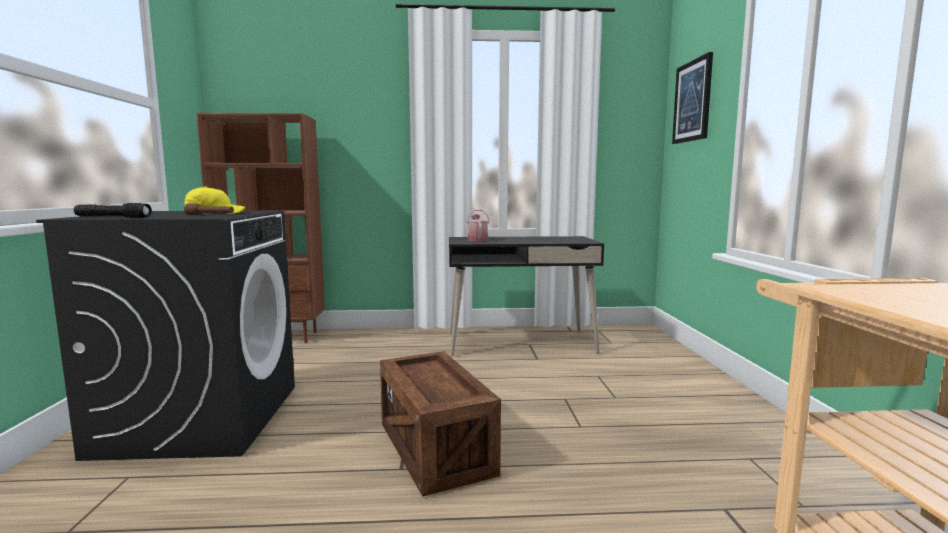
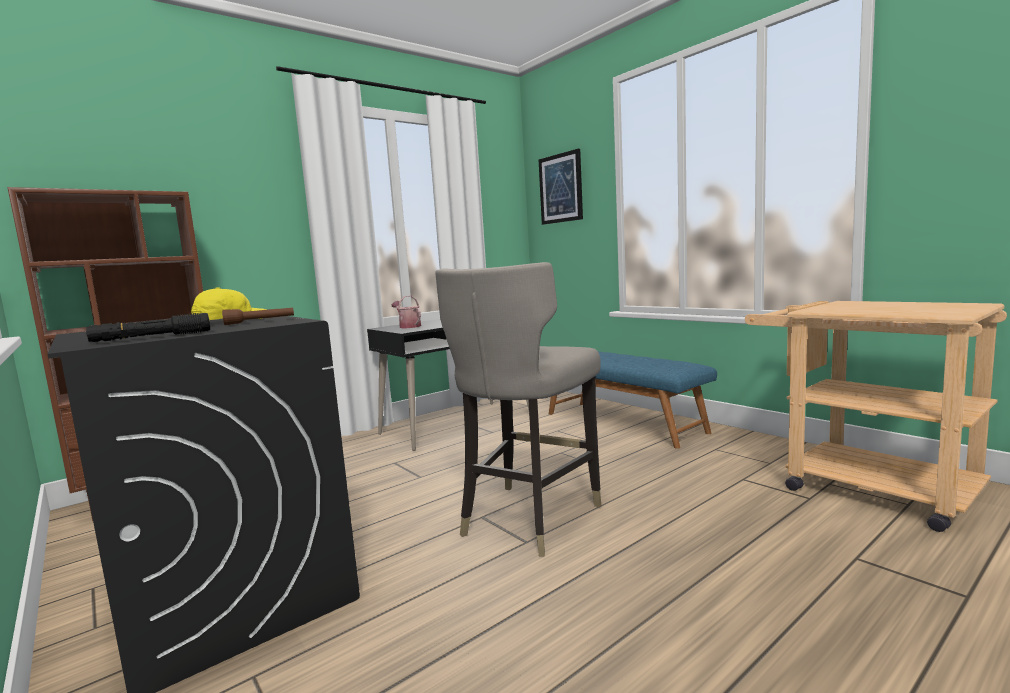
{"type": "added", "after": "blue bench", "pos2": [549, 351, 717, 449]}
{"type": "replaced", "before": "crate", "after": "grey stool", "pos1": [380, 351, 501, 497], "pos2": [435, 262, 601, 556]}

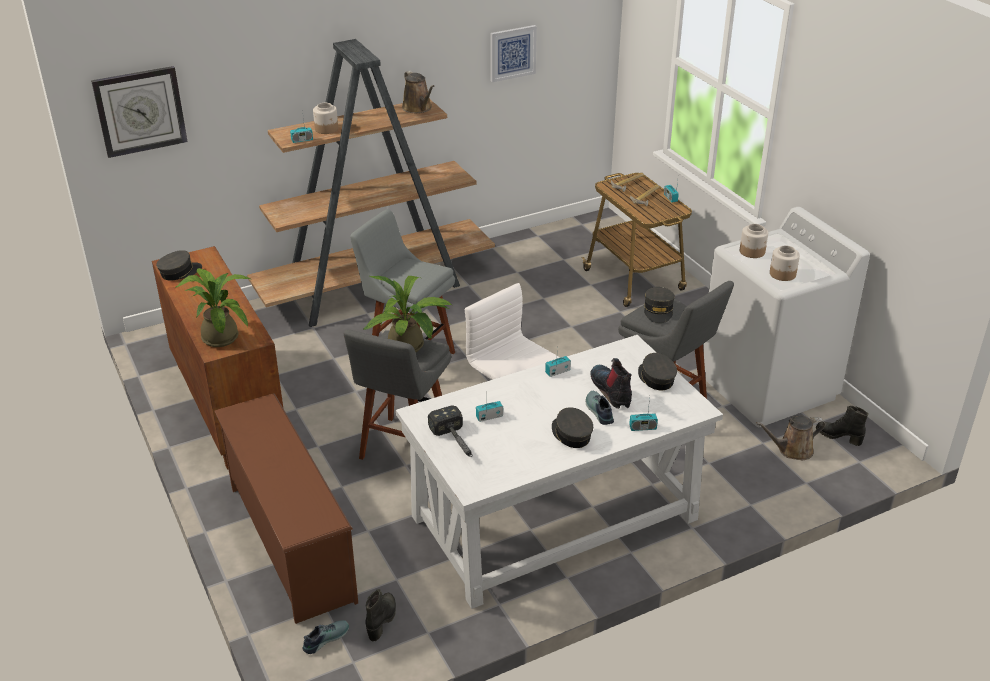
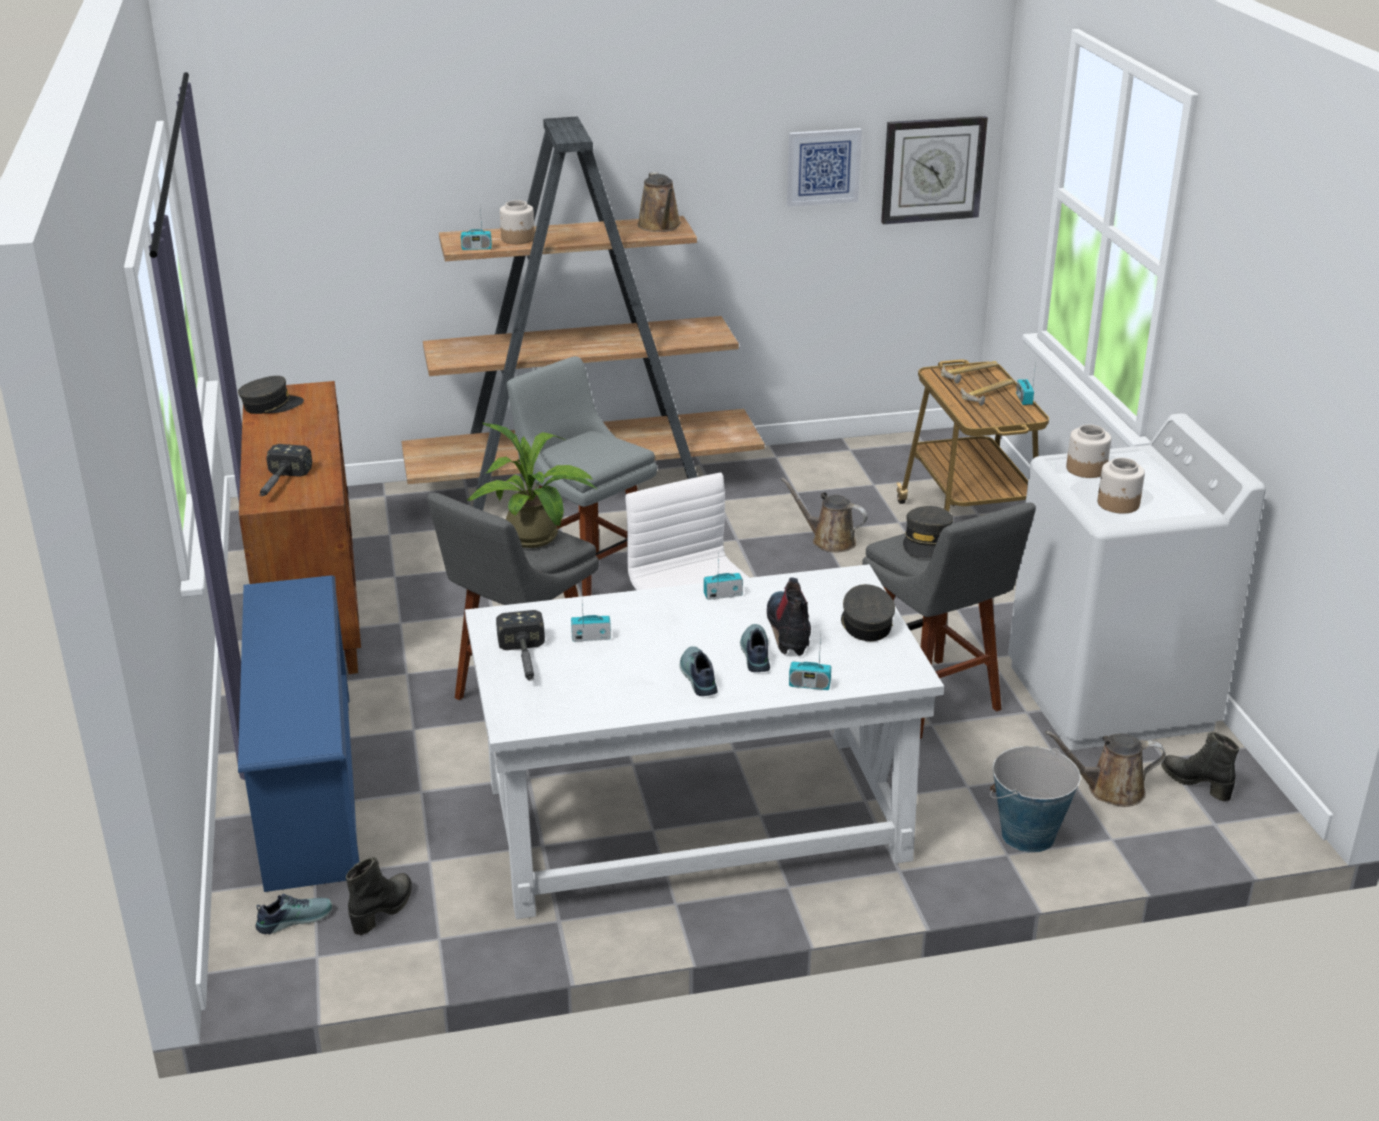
{"type": "added", "after": "brown watering can", "pos2": [781, 477, 868, 552]}
{"type": "added", "after": "bucket", "pos2": [990, 746, 1081, 853]}
{"type": "moved", "before": "wall clock", "pos1": [91, 66, 188, 158], "pos2": [881, 116, 988, 224]}
{"type": "replaced", "before": "potted plant", "after": "hammer", "pos1": [176, 268, 251, 347], "pos2": [259, 444, 312, 496]}
{"type": "replaced", "before": "grey cap", "after": "shoe", "pos1": [552, 407, 593, 448], "pos2": [679, 646, 718, 696]}
{"type": "recoloured", "before": "brown shoe rack", "after": "blue shoe rack", "pos1": [214, 393, 358, 624], "pos2": [238, 575, 360, 892]}

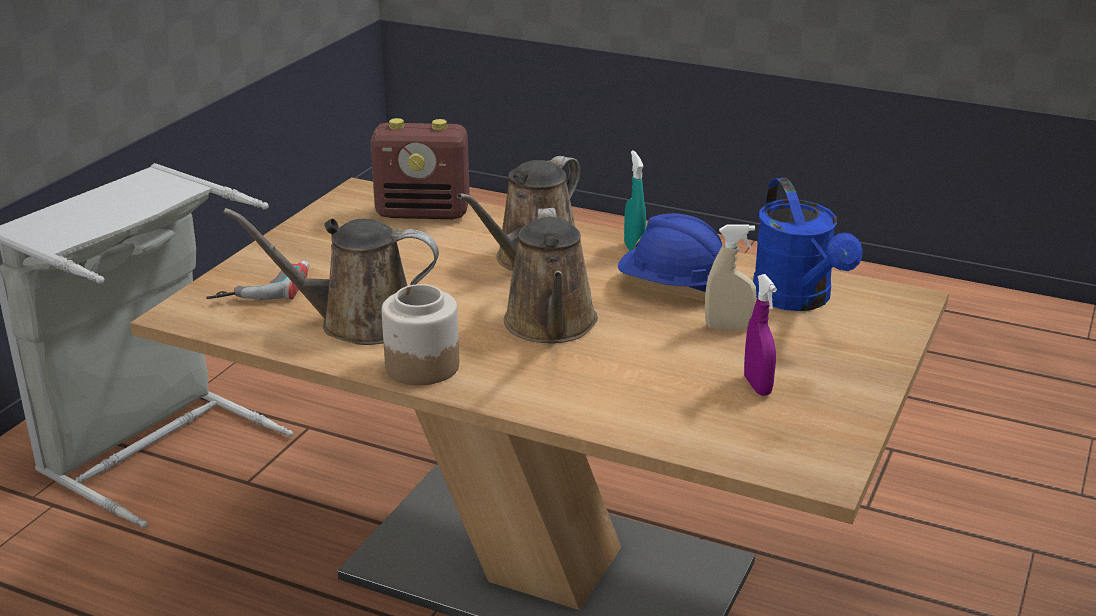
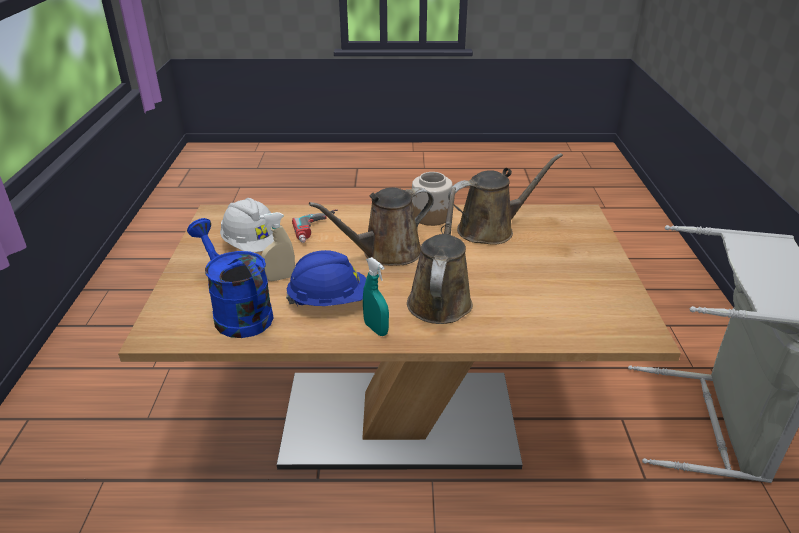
{"type": "removed", "before": "radio", "pos1": [370, 118, 470, 219]}
{"type": "moved", "before": "power drill", "pos1": [206, 260, 310, 300], "pos2": [292, 209, 338, 243]}
{"type": "replaced", "before": "purple spray bottle", "after": "white hard hat", "pos1": [744, 274, 777, 396], "pos2": [220, 198, 274, 252]}
{"type": "turned", "before": "brown watering can", "pos1": [504, 208, 598, 343], "pos2": [309, 187, 434, 265], "turn": -90}

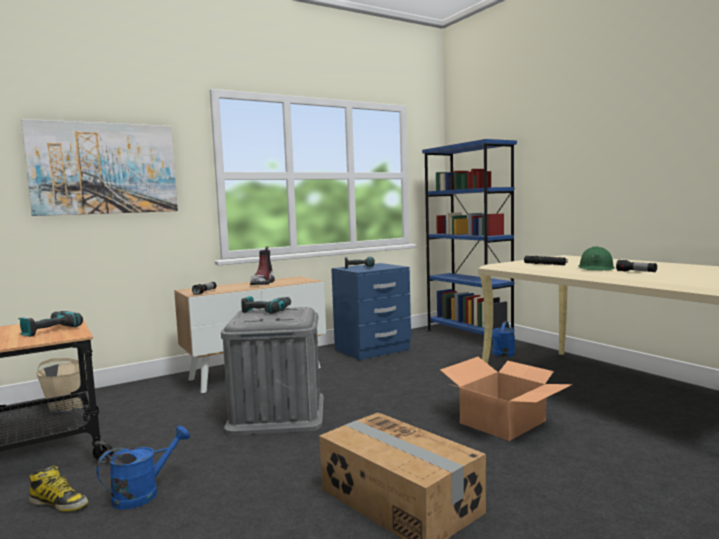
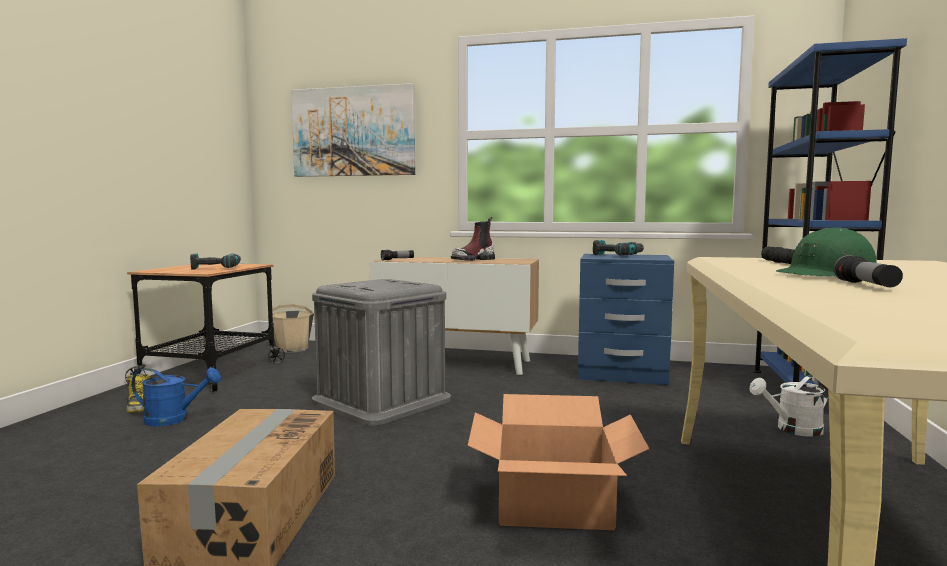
{"type": "removed", "before": "power drill", "pos1": [241, 296, 291, 314]}
{"type": "recoloured", "before": "blue watering can", "after": "white watering can", "pos1": [492, 321, 515, 357], "pos2": [750, 374, 828, 437]}

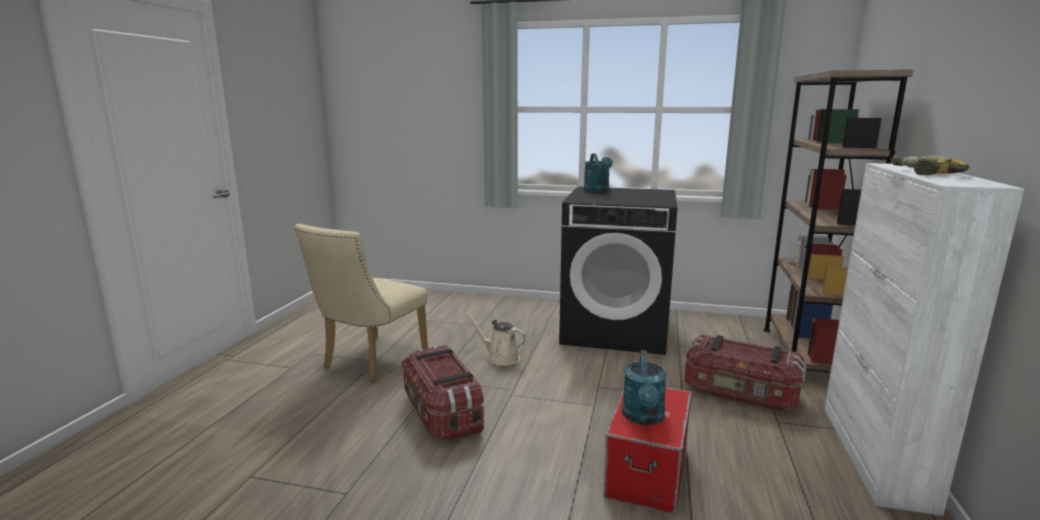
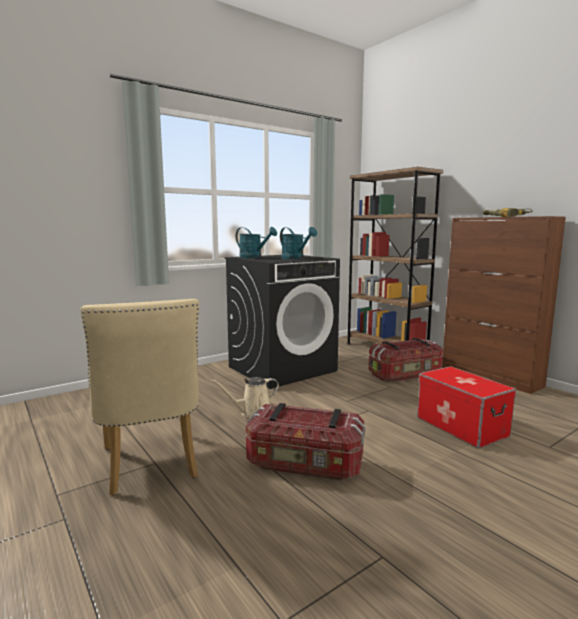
{"type": "moved", "before": "turquoise watering can", "pos1": [622, 350, 667, 425], "pos2": [280, 227, 317, 259]}
{"type": "recoloured", "before": "white cabinet", "after": "brown cabinet", "pos1": [825, 163, 1024, 516], "pos2": [442, 216, 566, 394]}

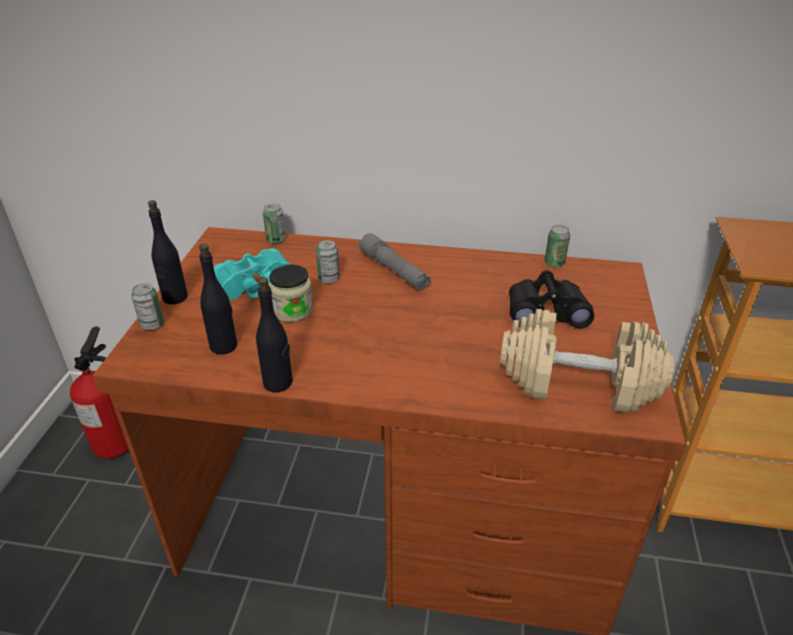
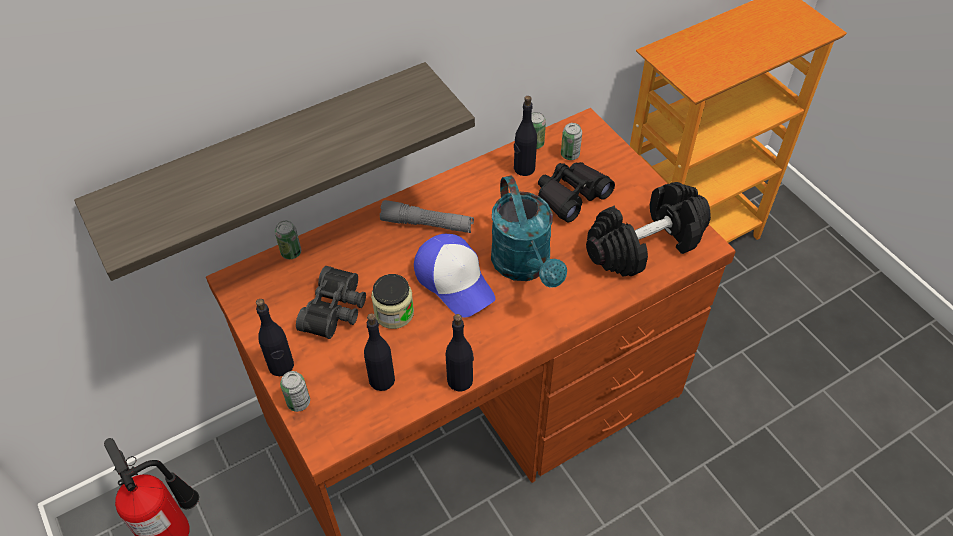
{"type": "added", "after": "shelf", "pos2": [74, 62, 475, 281]}
{"type": "added", "after": "cap", "pos2": [414, 234, 496, 317]}
{"type": "added", "after": "turquoise watering can", "pos2": [491, 175, 567, 288]}
{"type": "added", "after": "black bottle", "pos2": [514, 96, 537, 176]}
{"type": "moved", "before": "can", "pos1": [316, 240, 339, 284], "pos2": [561, 123, 582, 160]}
{"type": "recoloured", "before": "turquoise binoculars", "after": "black binoculars", "pos1": [214, 248, 291, 300], "pos2": [296, 266, 366, 339]}
{"type": "recoloured", "before": "beige dumbbell", "after": "black dumbbell", "pos1": [500, 309, 674, 413], "pos2": [586, 182, 711, 277]}

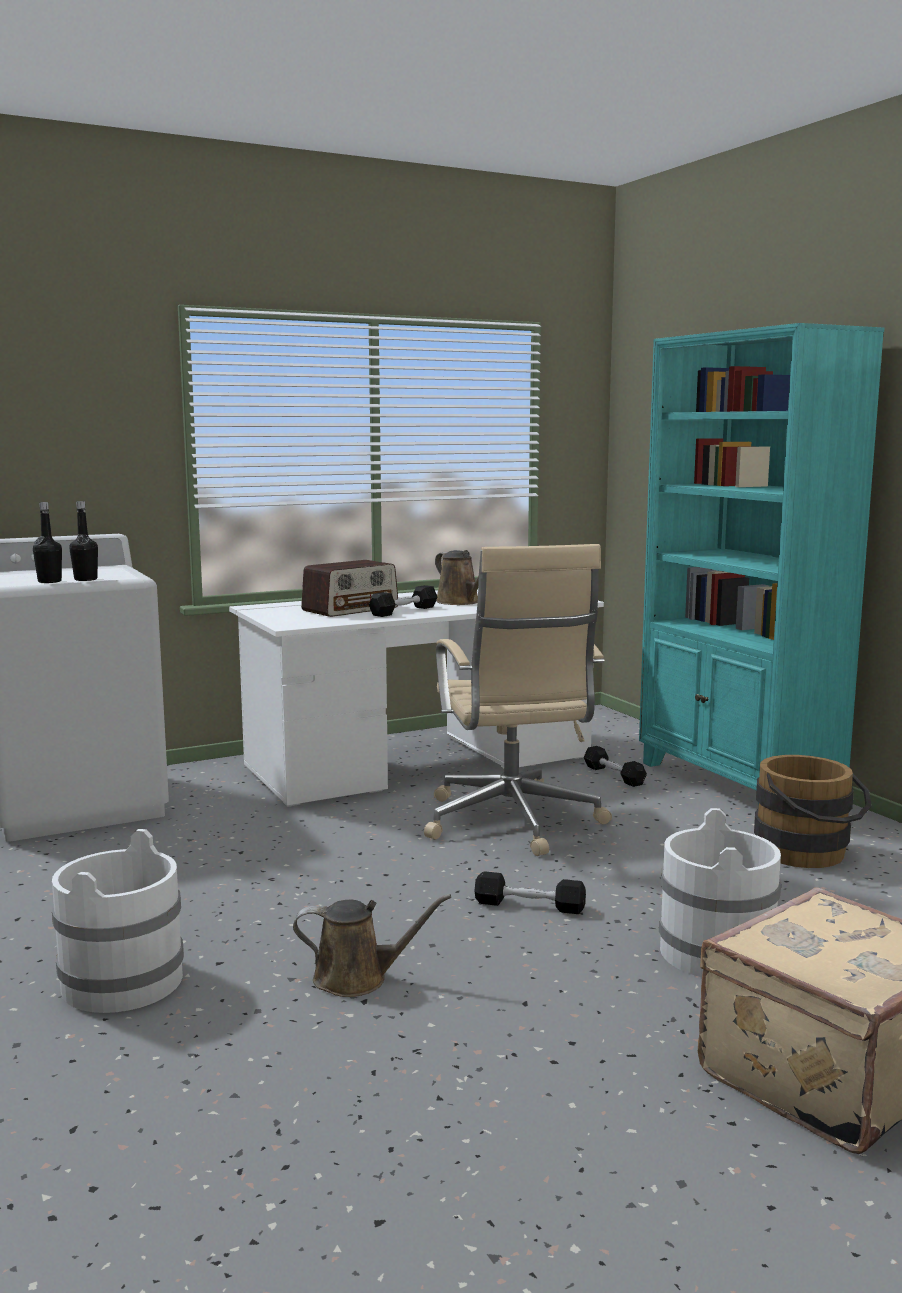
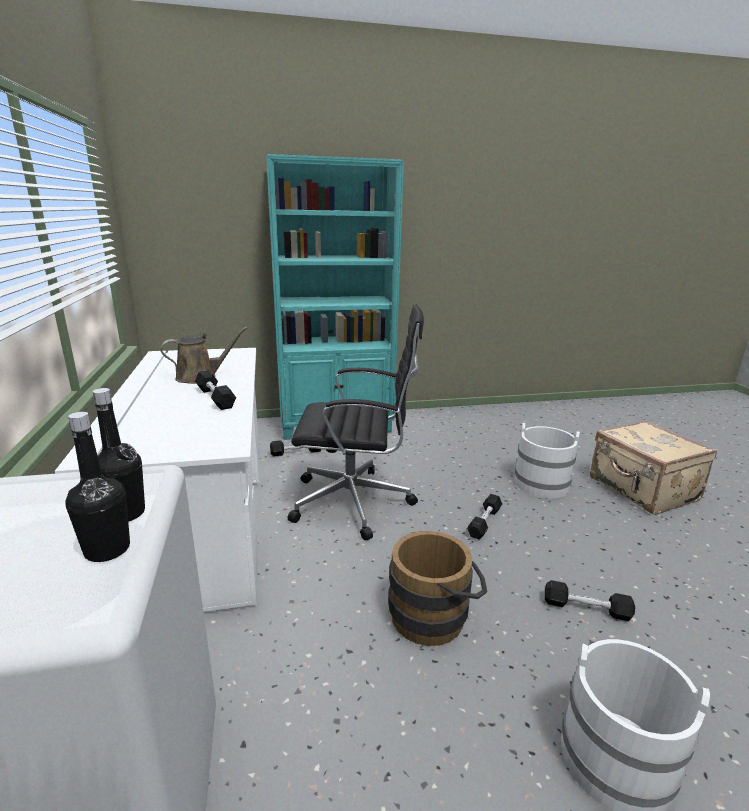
{"type": "removed", "before": "radio", "pos1": [301, 560, 398, 617]}
{"type": "moved", "before": "brown bucket", "pos1": [754, 755, 872, 868], "pos2": [388, 531, 487, 646]}
{"type": "replaced", "before": "brown watering can", "after": "black dumbbell", "pos1": [293, 894, 451, 997], "pos2": [544, 580, 635, 621]}
{"type": "recoloured", "before": "beige office chair", "after": "black office chair", "pos1": [424, 544, 612, 856], "pos2": [288, 304, 424, 540]}

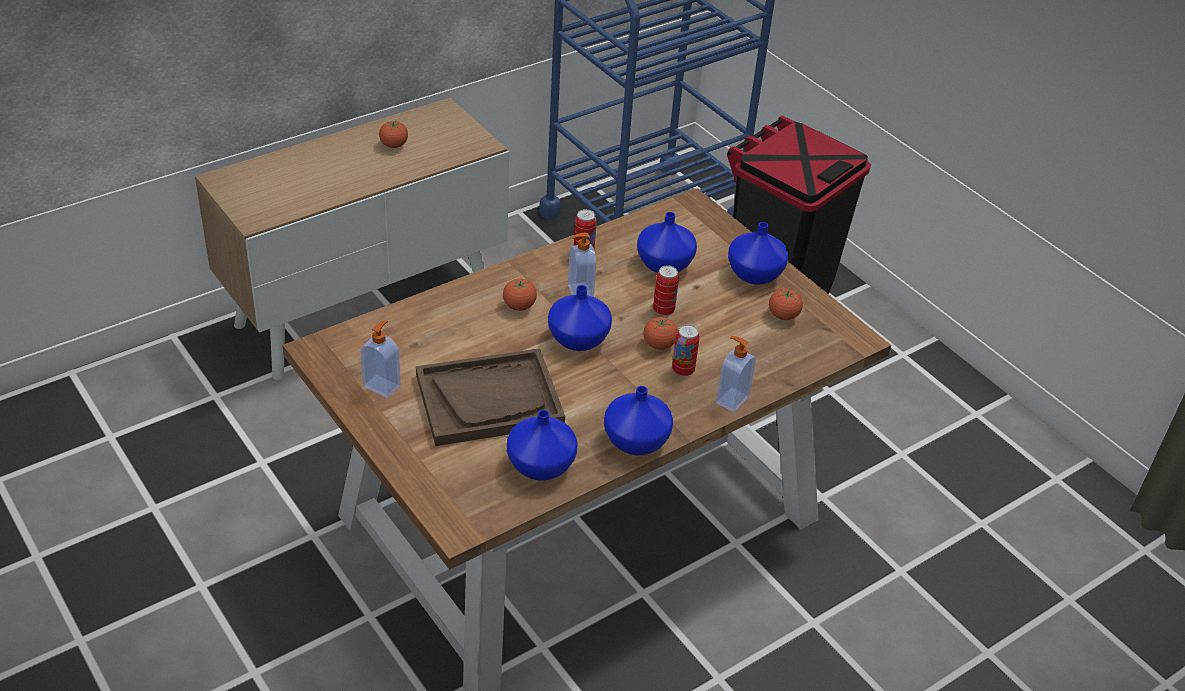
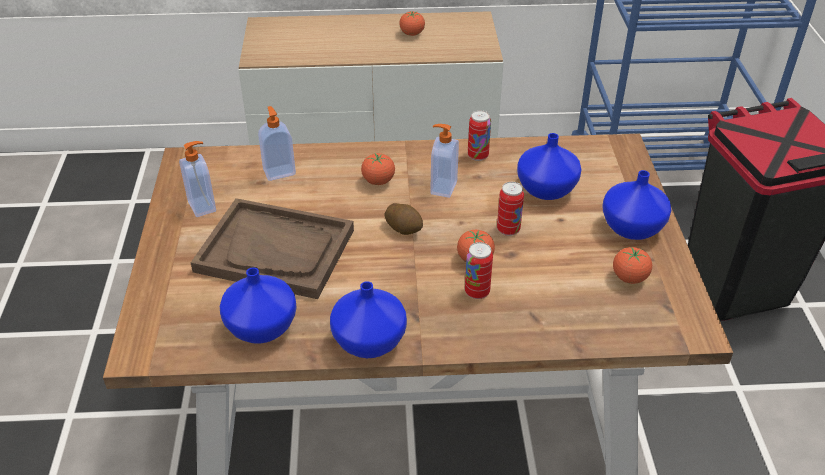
{"type": "moved", "before": "soap dispenser", "pos1": [716, 336, 756, 412], "pos2": [258, 106, 296, 181]}
{"type": "replaced", "before": "blue vase", "after": "potato", "pos1": [548, 285, 612, 351], "pos2": [384, 203, 423, 235]}

